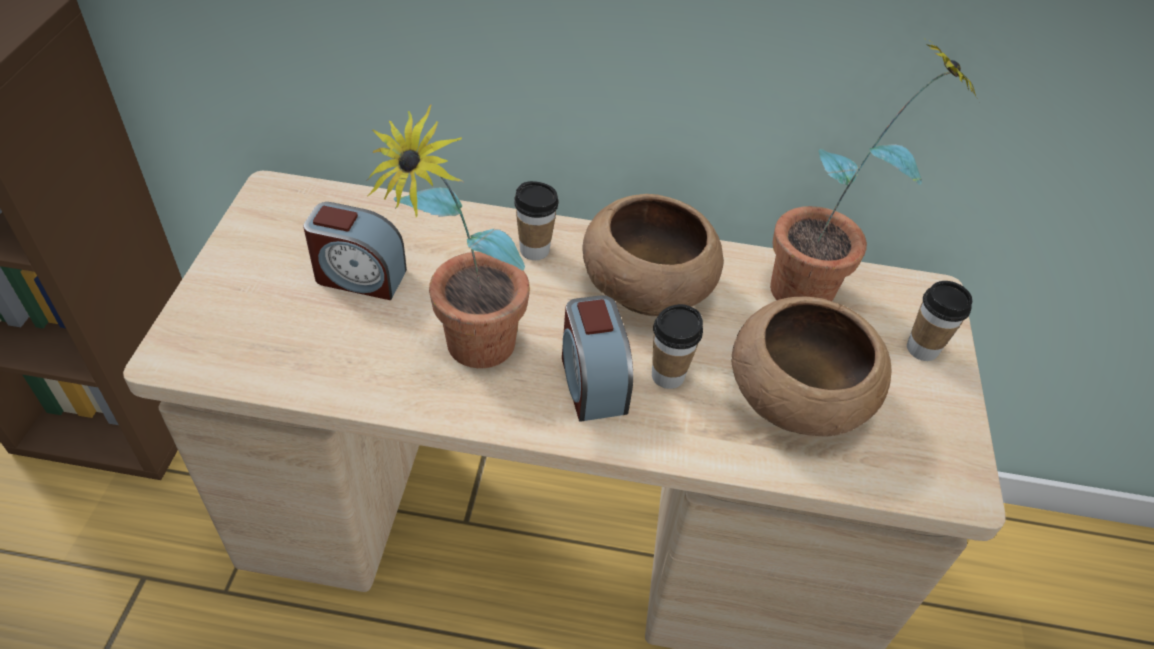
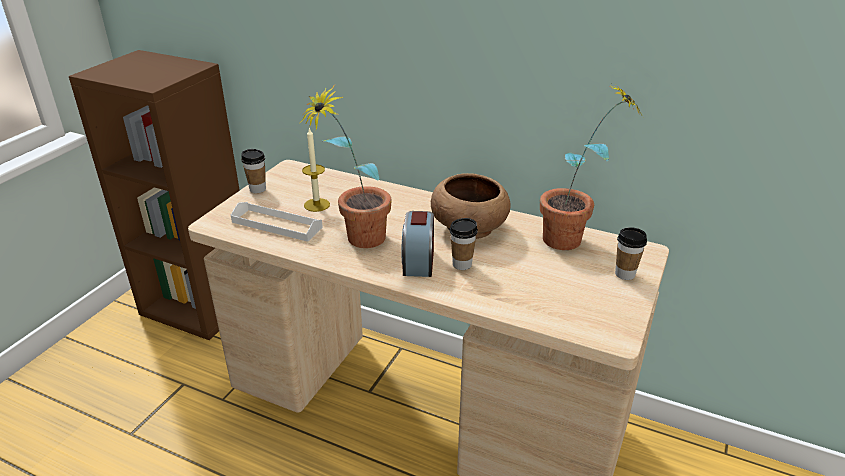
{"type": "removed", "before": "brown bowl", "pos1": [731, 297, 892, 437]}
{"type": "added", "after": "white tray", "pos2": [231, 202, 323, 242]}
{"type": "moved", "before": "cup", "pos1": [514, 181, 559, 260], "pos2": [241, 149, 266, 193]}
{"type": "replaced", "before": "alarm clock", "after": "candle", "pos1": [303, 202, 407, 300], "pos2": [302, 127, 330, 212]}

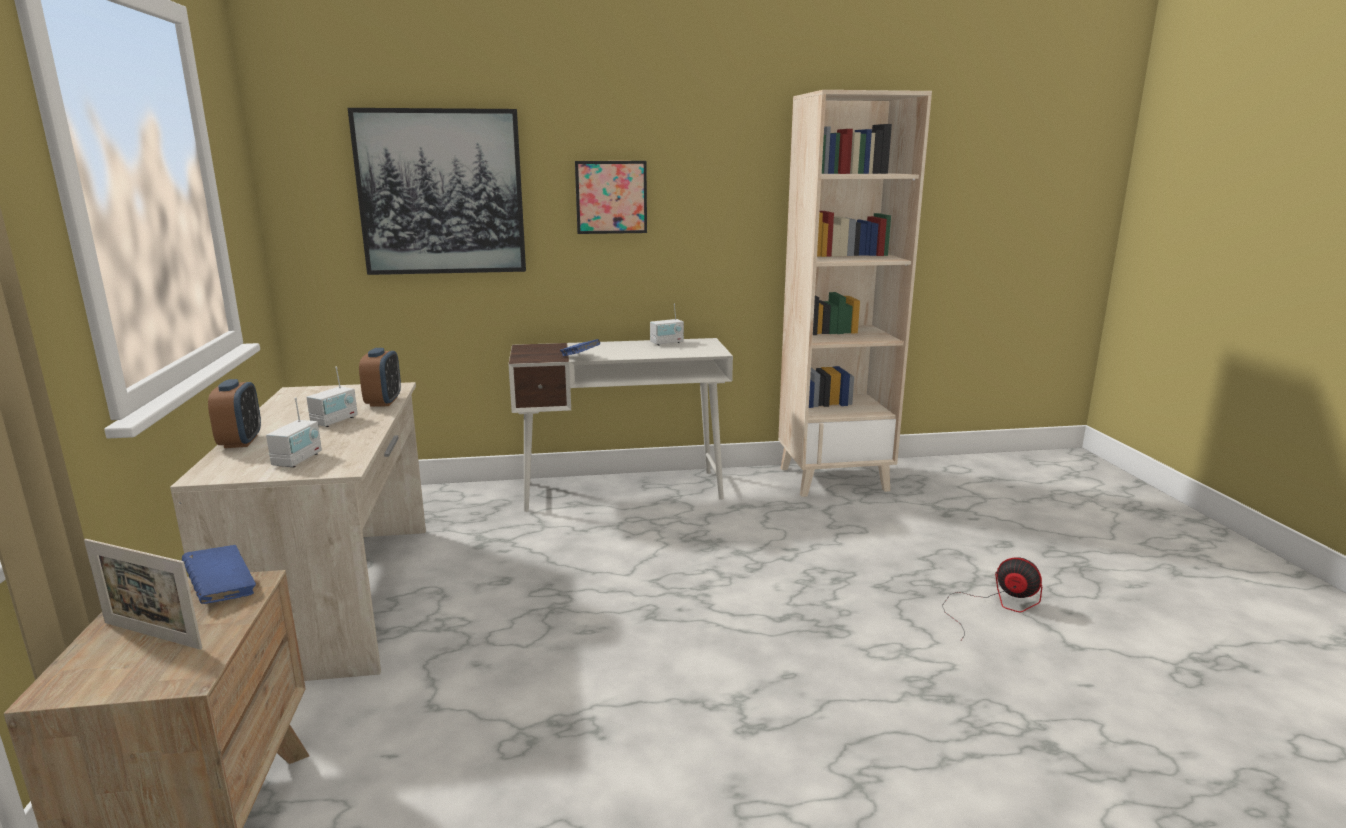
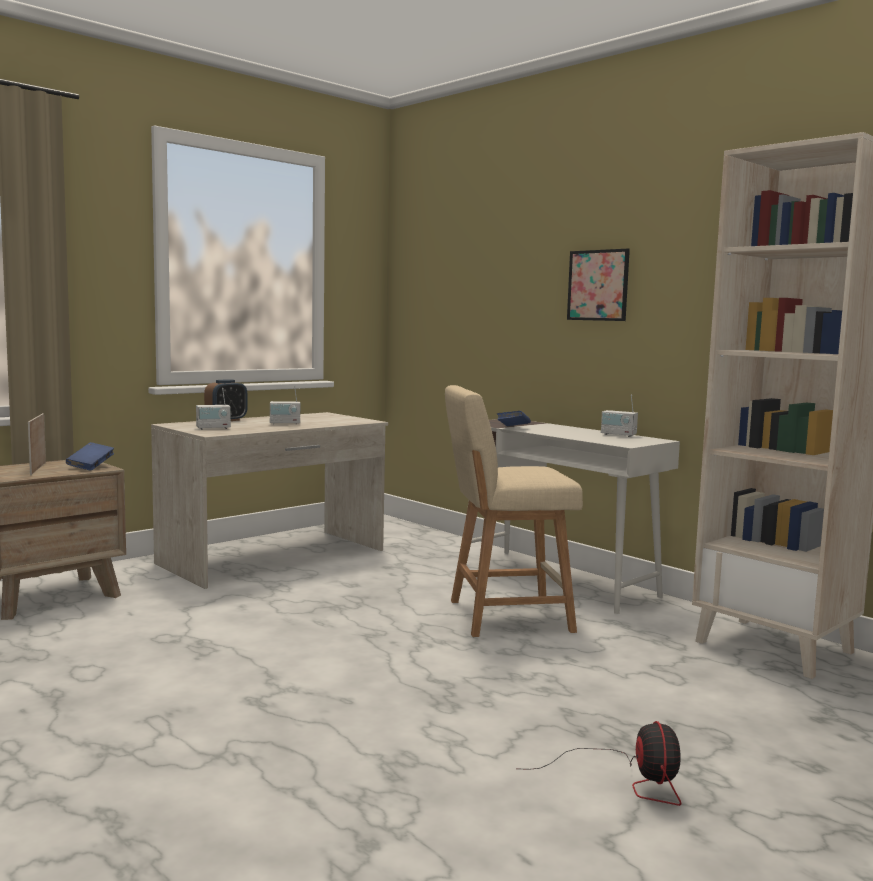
{"type": "removed", "before": "picture", "pos1": [348, 108, 526, 275]}
{"type": "removed", "before": "alarm clock", "pos1": [359, 348, 401, 407]}
{"type": "added", "after": "beige stool", "pos2": [445, 385, 583, 637]}

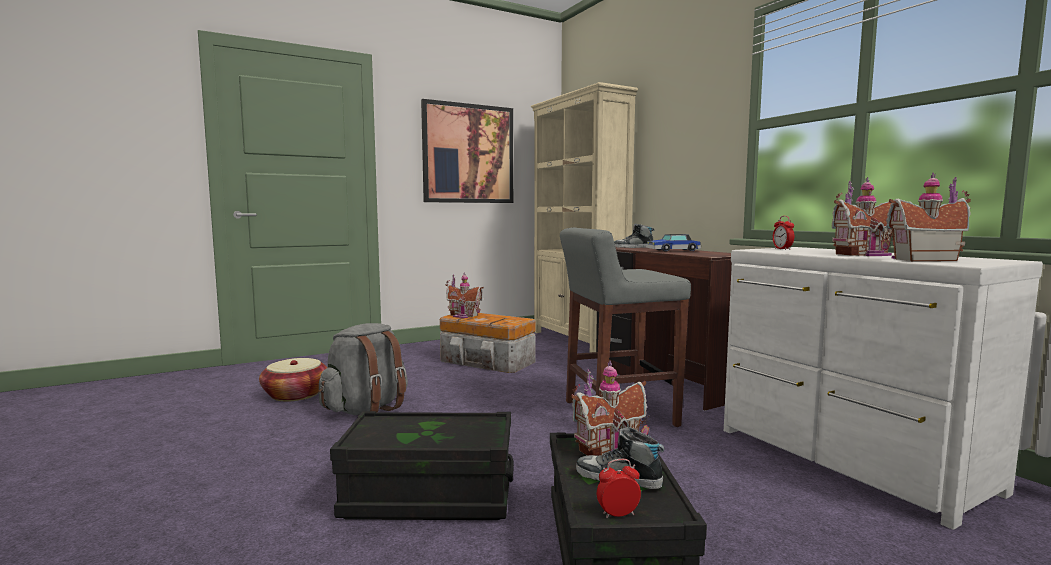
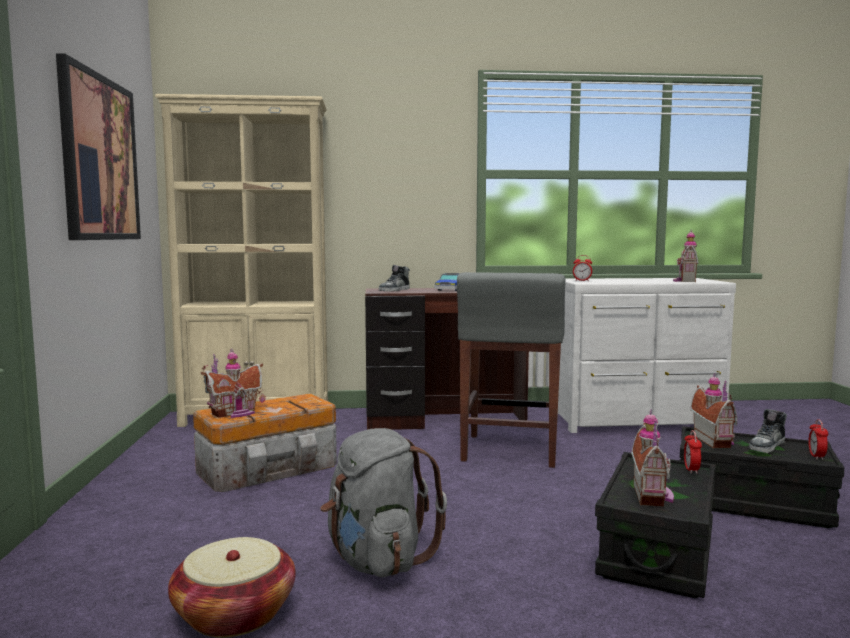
{"type": "added", "after": "alarm clock", "pos2": [684, 430, 702, 474]}
{"type": "moved", "before": "toy house", "pos1": [832, 178, 893, 256], "pos2": [631, 409, 674, 507]}

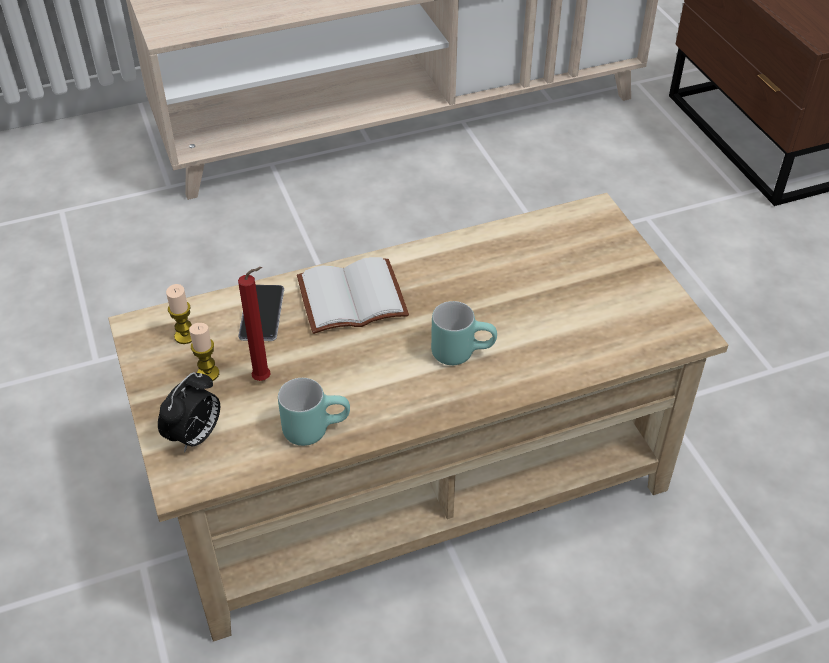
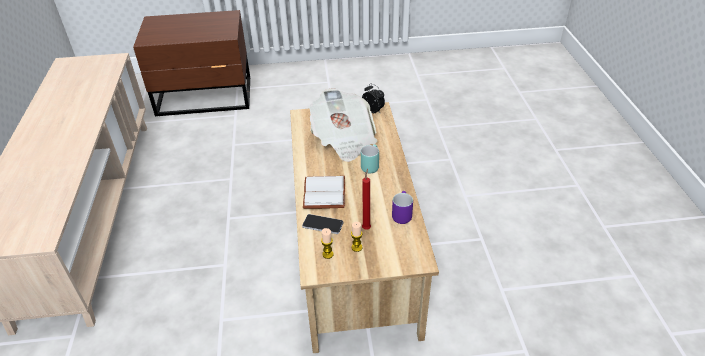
{"type": "added", "after": "newspaper", "pos2": [309, 88, 378, 162]}
{"type": "moved", "before": "alarm clock", "pos1": [158, 372, 220, 453], "pos2": [362, 83, 385, 113]}
{"type": "recoloured", "before": "turquoise mug", "after": "purple mug", "pos1": [278, 378, 350, 446], "pos2": [392, 191, 413, 224]}

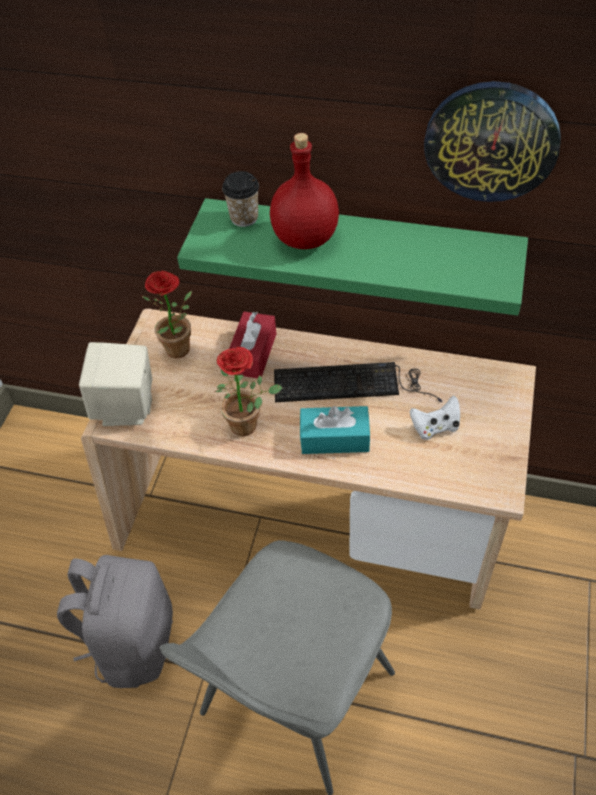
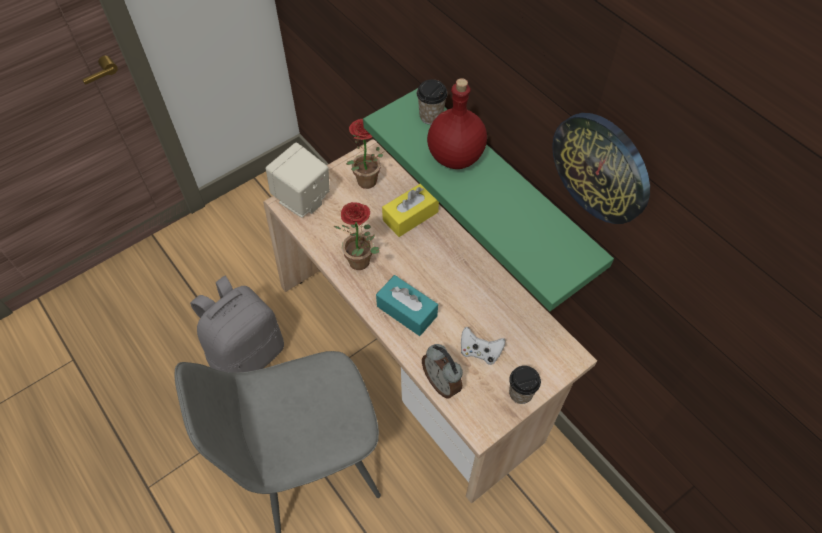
{"type": "removed", "before": "keyboard", "pos1": [274, 362, 442, 402]}
{"type": "added", "after": "alarm clock", "pos2": [422, 344, 463, 399]}
{"type": "added", "after": "cup", "pos2": [509, 366, 541, 404]}
{"type": "recoloured", "before": "red tissue box", "after": "yellow tissue box", "pos1": [229, 312, 276, 379], "pos2": [382, 184, 439, 237]}

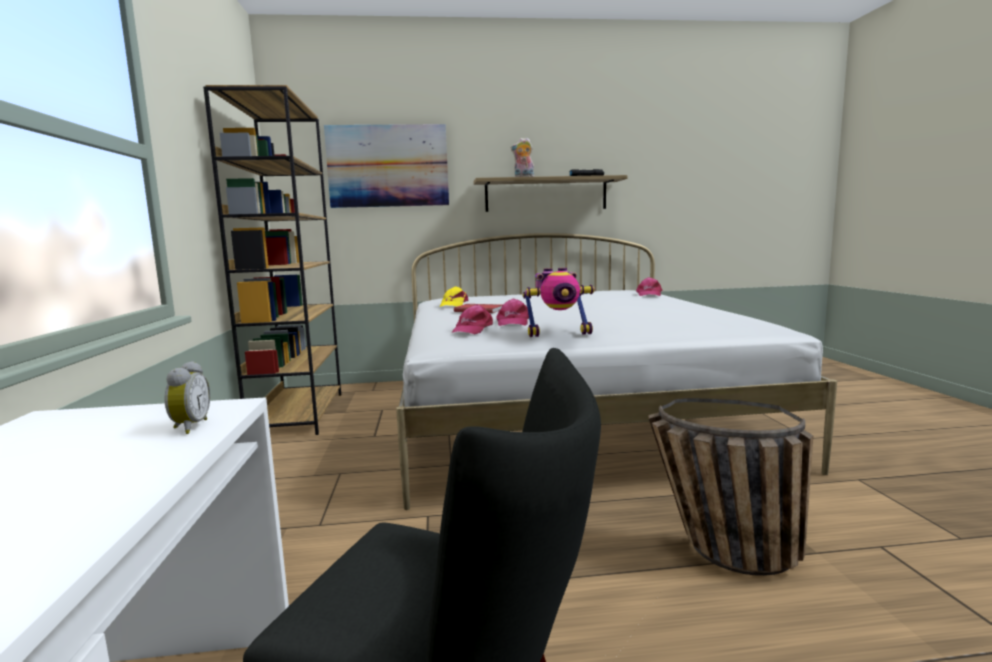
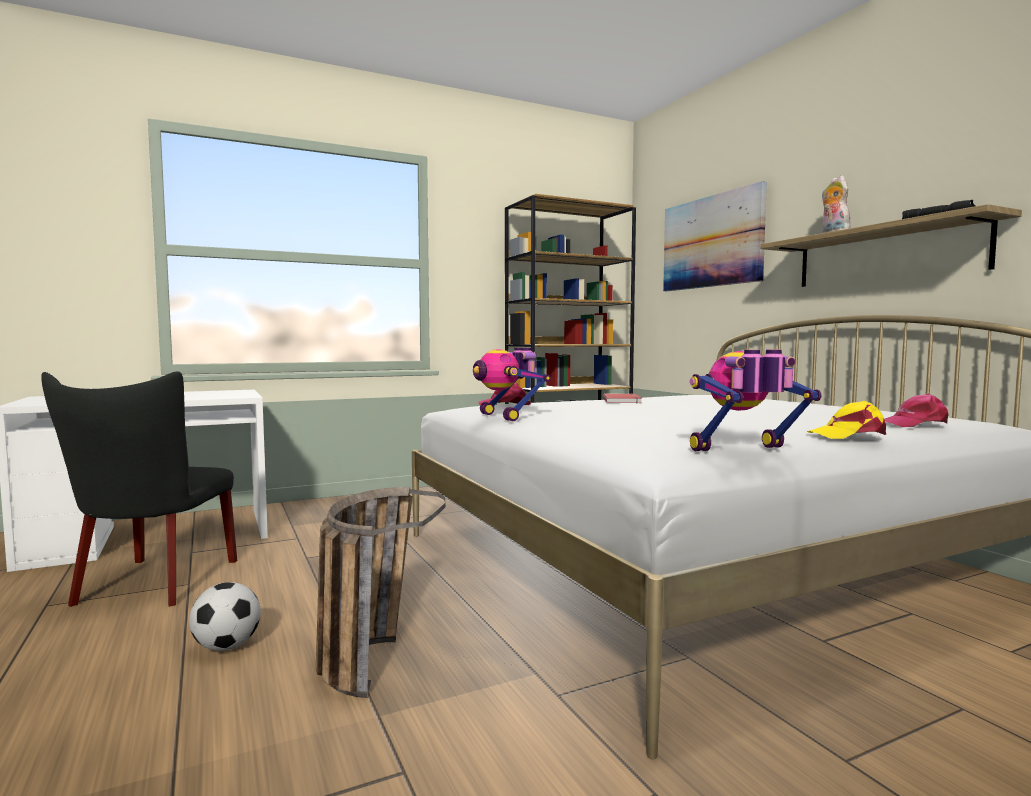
{"type": "removed", "before": "alarm clock", "pos1": [165, 361, 210, 434]}
{"type": "removed", "before": "pink cap", "pos1": [496, 299, 529, 326]}
{"type": "added", "after": "football", "pos2": [189, 582, 261, 651]}
{"type": "added", "after": "toy robot", "pos2": [690, 350, 821, 451]}
{"type": "moved", "before": "yellow cap", "pos1": [440, 286, 469, 307], "pos2": [807, 401, 886, 439]}

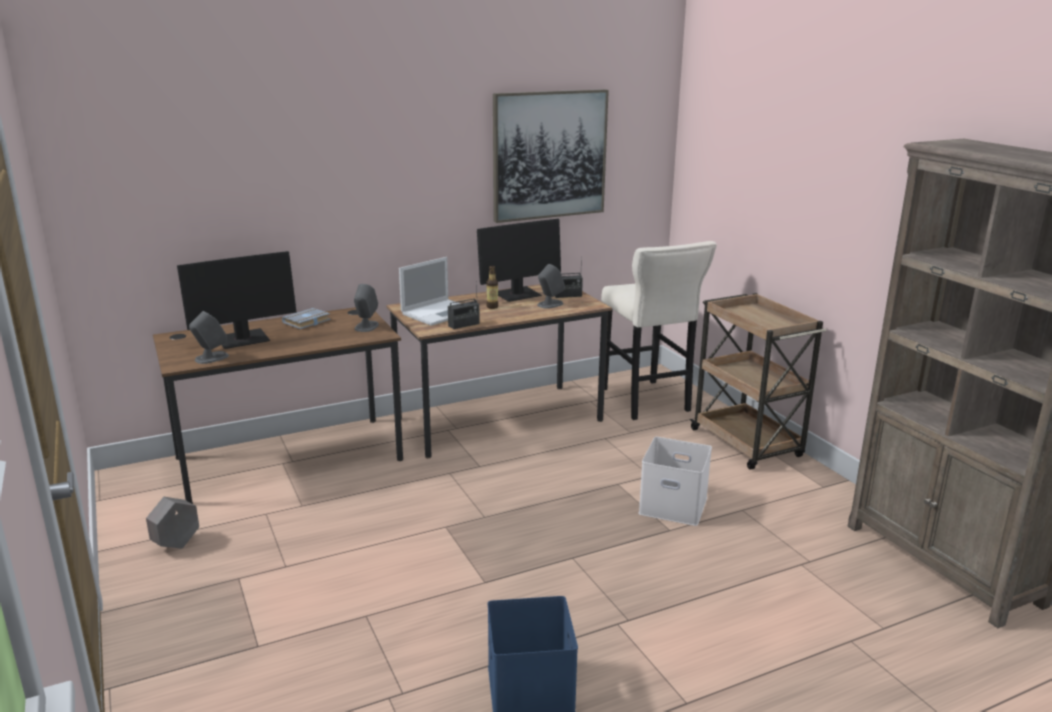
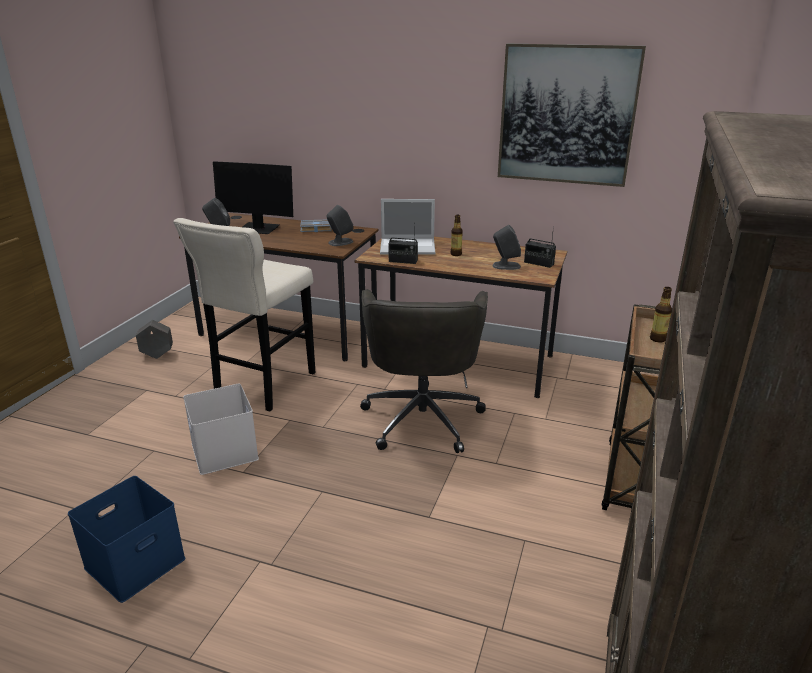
{"type": "removed", "before": "monitor", "pos1": [477, 219, 561, 302]}
{"type": "added", "after": "grey office chair", "pos2": [360, 289, 488, 453]}
{"type": "added", "after": "bottle", "pos2": [650, 287, 672, 343]}
{"type": "moved", "before": "beige stool", "pos1": [601, 241, 717, 420], "pos2": [173, 218, 315, 412]}
{"type": "moved", "before": "white storage box", "pos1": [638, 437, 712, 526], "pos2": [183, 384, 259, 475]}

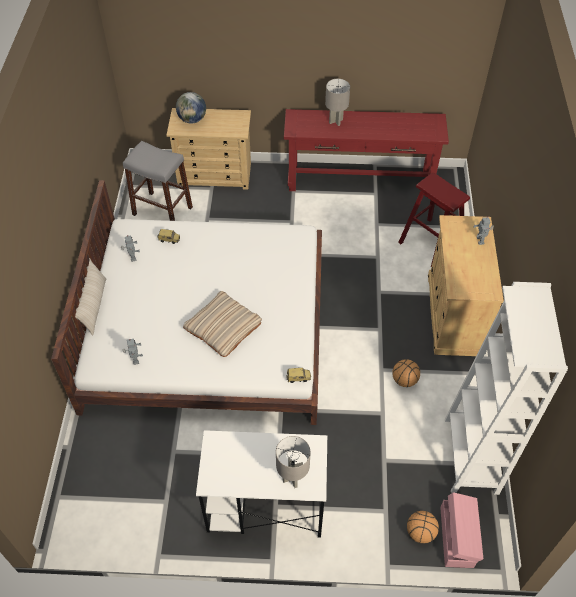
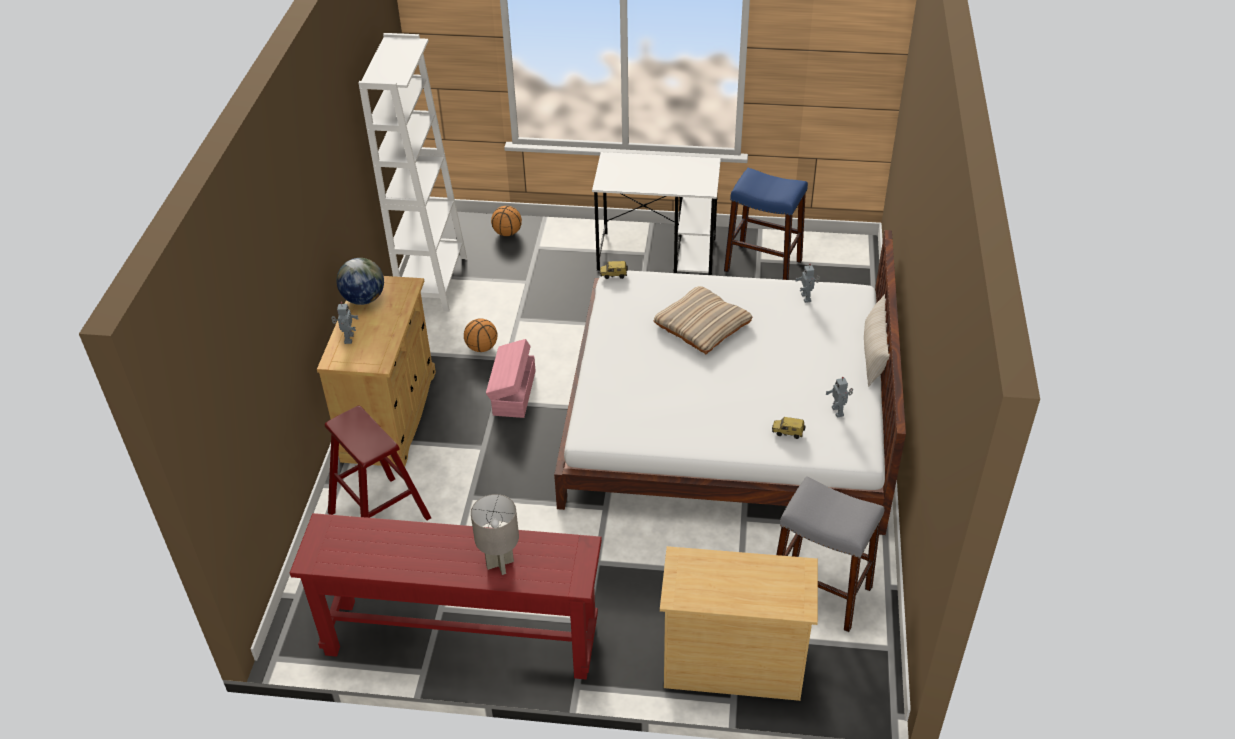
{"type": "removed", "before": "grey table lamp", "pos1": [276, 436, 311, 488]}
{"type": "added", "after": "blue stool", "pos2": [724, 168, 808, 280]}
{"type": "moved", "before": "globe", "pos1": [176, 92, 206, 123], "pos2": [337, 258, 384, 305]}
{"type": "moved", "before": "pink storage box", "pos1": [440, 492, 483, 568], "pos2": [486, 339, 535, 418]}

